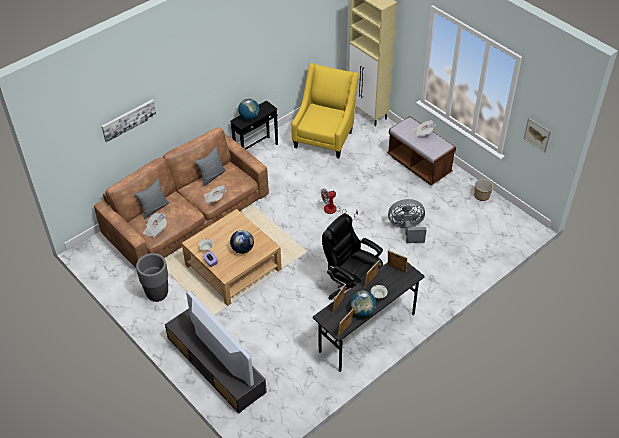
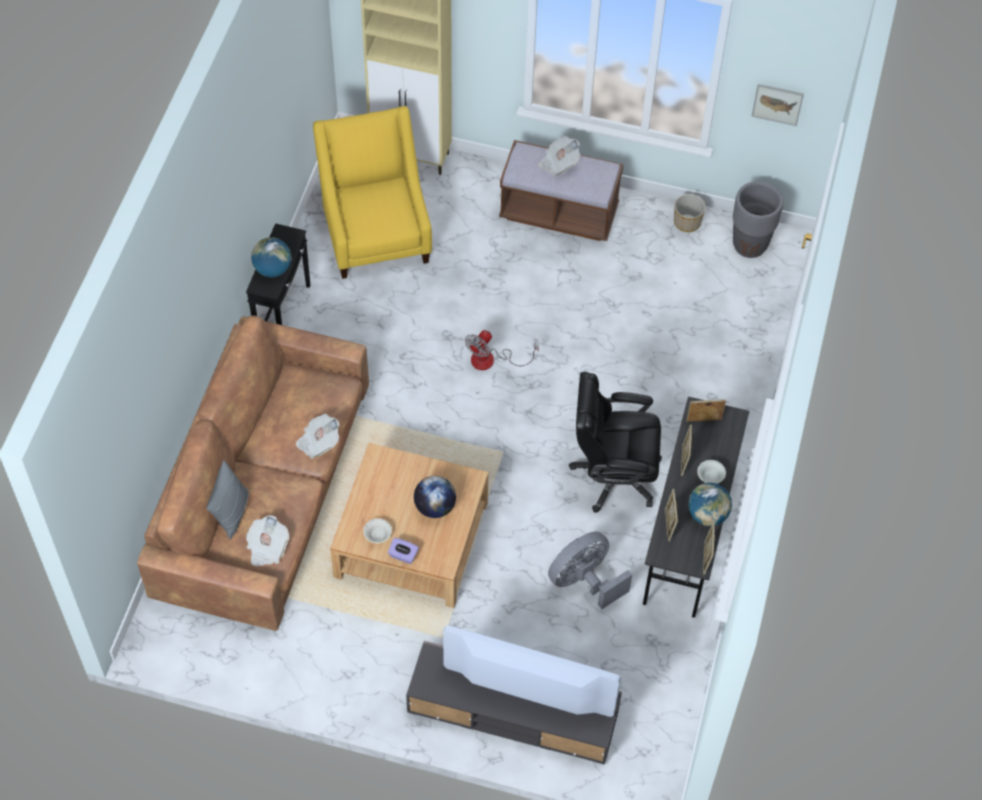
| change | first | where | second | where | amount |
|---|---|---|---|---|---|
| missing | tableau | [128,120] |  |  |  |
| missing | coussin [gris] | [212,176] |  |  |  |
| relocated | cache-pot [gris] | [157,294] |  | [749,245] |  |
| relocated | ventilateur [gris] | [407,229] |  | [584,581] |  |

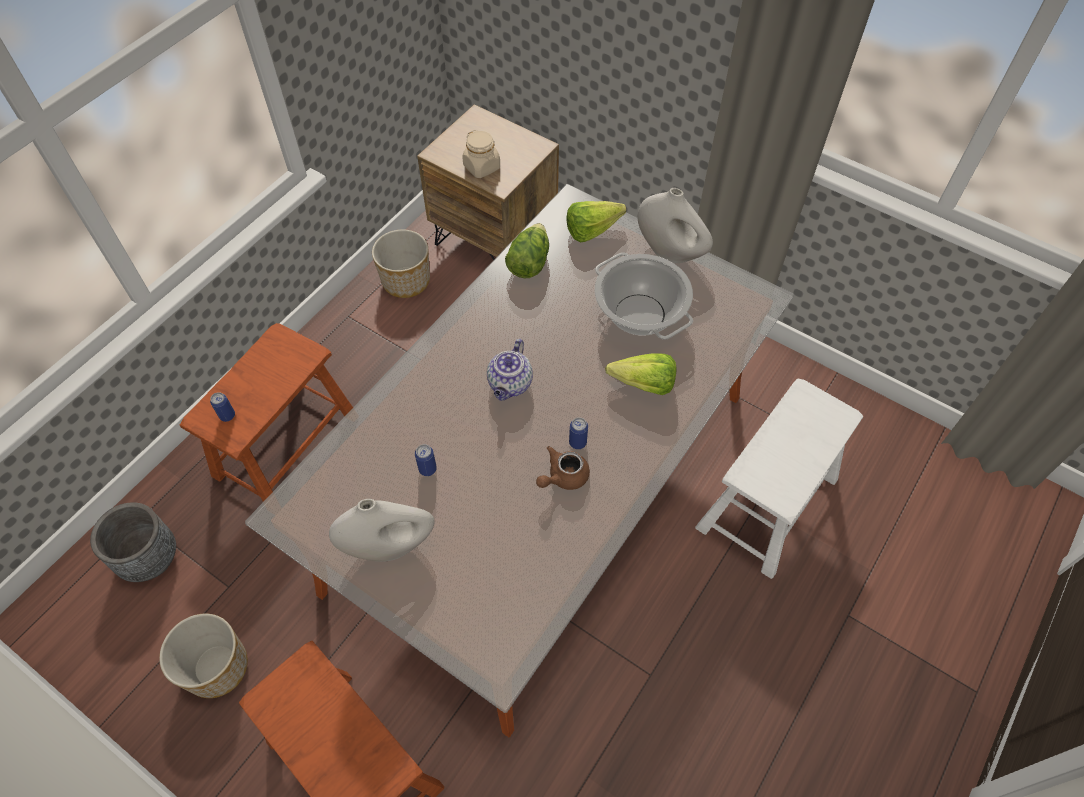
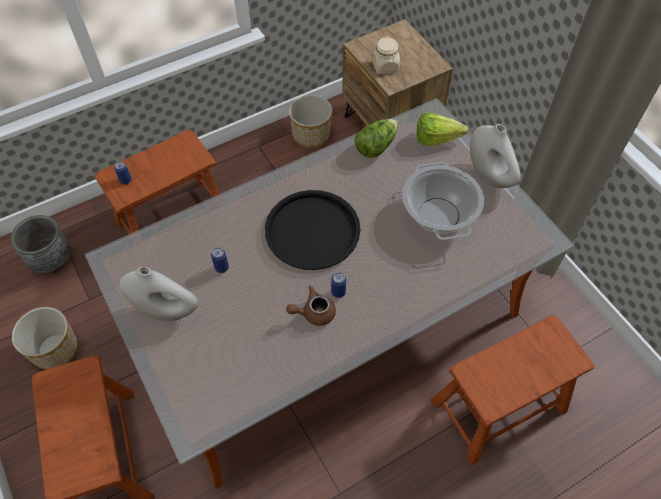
| change | first | where | second | where | amount |
|---|---|---|---|---|---|
| missing | laitue | [638,383] |  |  |  |
| exchanged | théière | [510,384] | plateau [noir] | [312,230] |  |
| colour | tabouret [blanc] | [767,503] | tabouret [marron] | [499,405] |  |

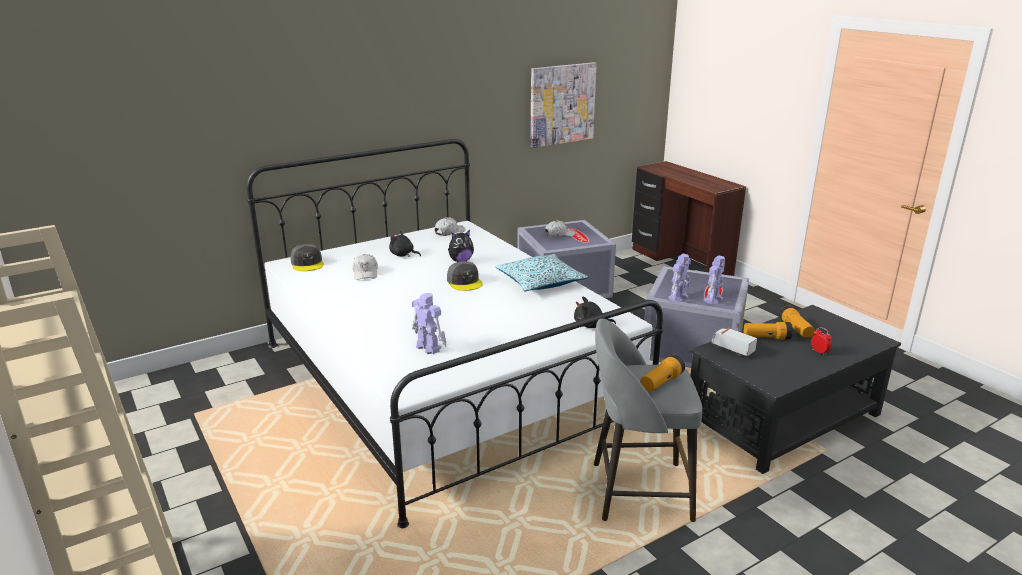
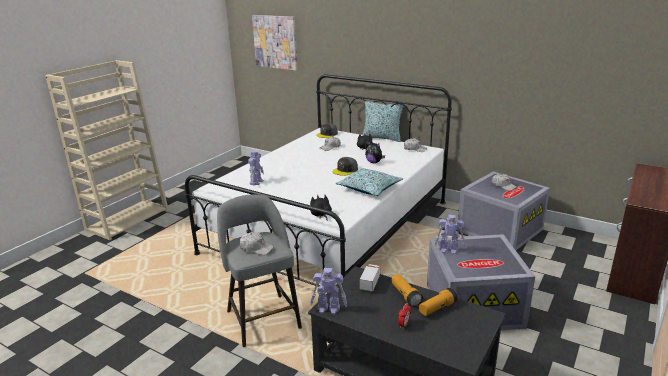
| change | first | where | second | where | amount |
|---|---|---|---|---|---|
| appeared |  |  | coussin | [382,138] |  |
| relocated | tableau | [562,104] |  | [275,42] |  |
| relocated | robot jouet | [713,299] |  | [329,309] |  |
| exchanged | lampe de poche | [661,382] | casquette [blanc] | [256,248] |  |

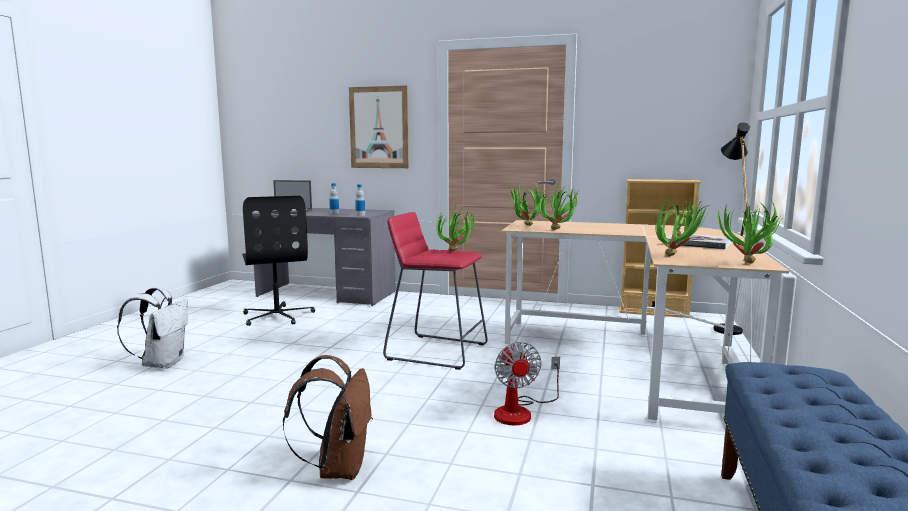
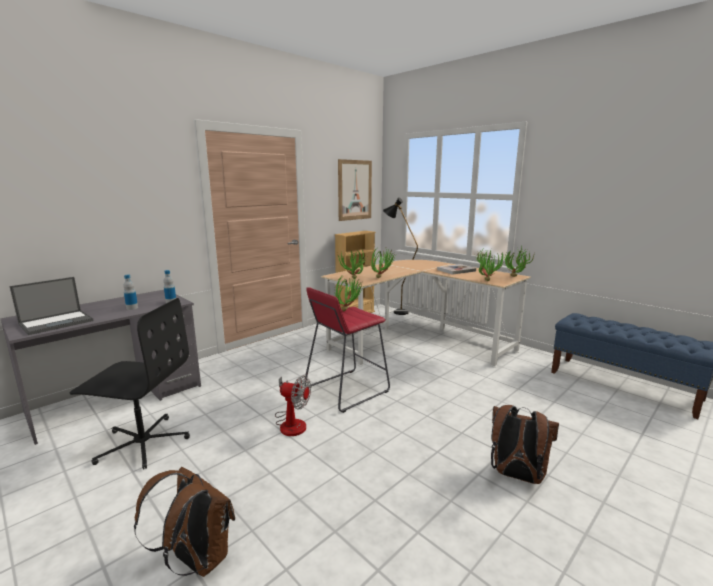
| change | first | where | second | where | amount |
|---|---|---|---|---|---|
| relocated | tableau | [379,127] |  | [354,190] |  |
| relocated | ventilateur | [520,411] |  | [291,422] |  |
| colour | sac à dos [blanc] | [162,363] | sac à dos [marron] | [196,560] |  |

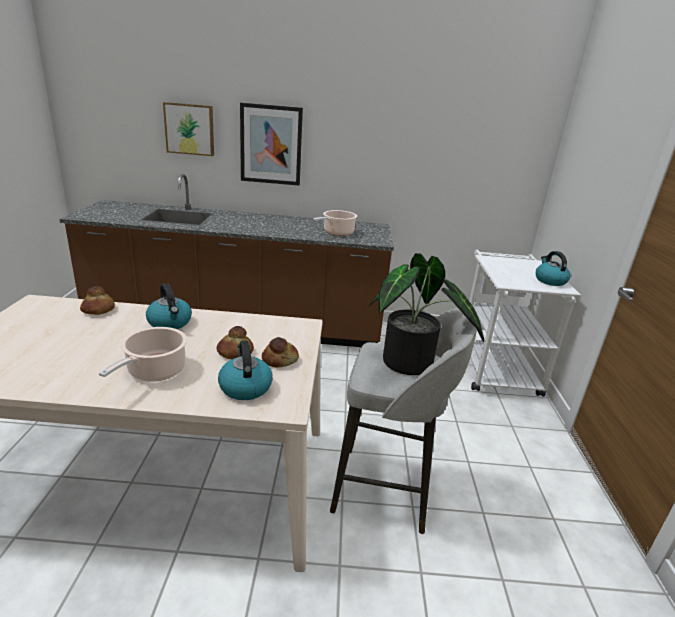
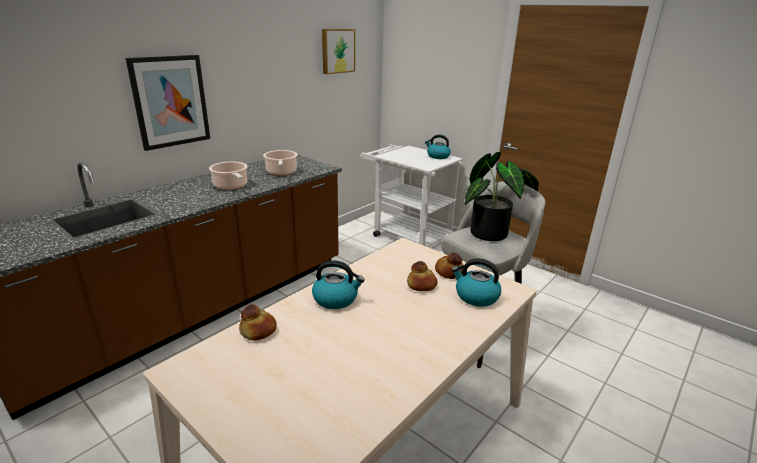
| change | first | where | second | where | amount |
|---|---|---|---|---|---|
| relocated | marmite | [154,371] |  | [231,186] |  |
| relocated | tableau | [190,129] |  | [337,51] |  |

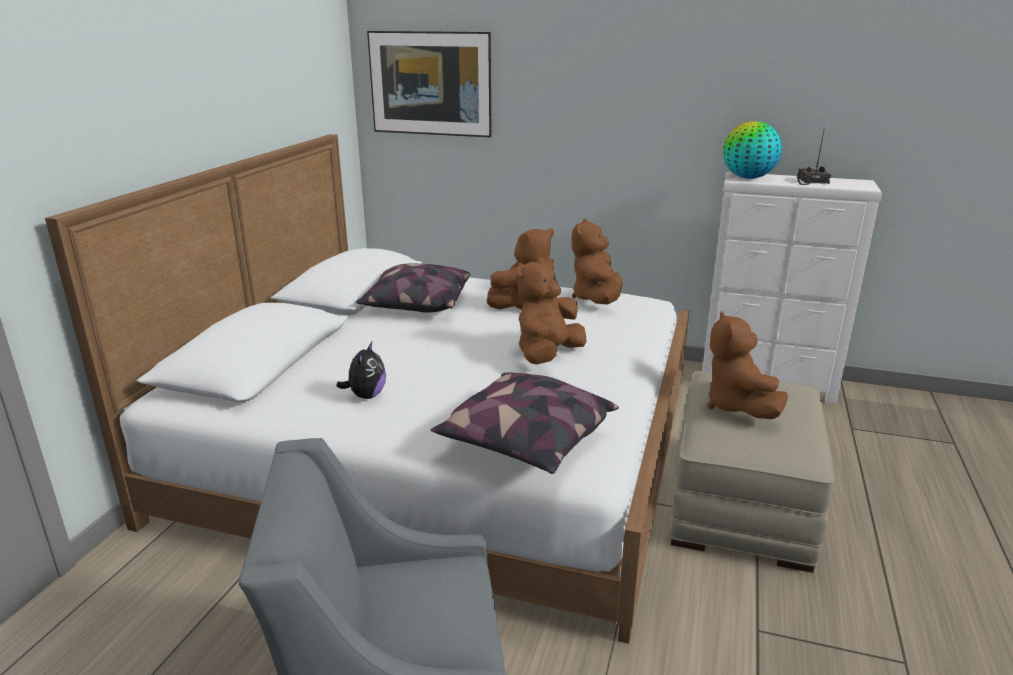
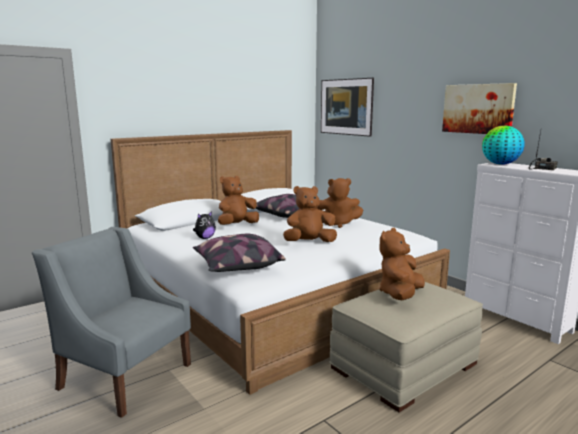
| change | first | where | second | where | amount |
|---|---|---|---|---|---|
| appeared |  |  | tableau | [478,109] |  |
| relocated | peluche [marron] | [597,299] |  | [237,225] |  |

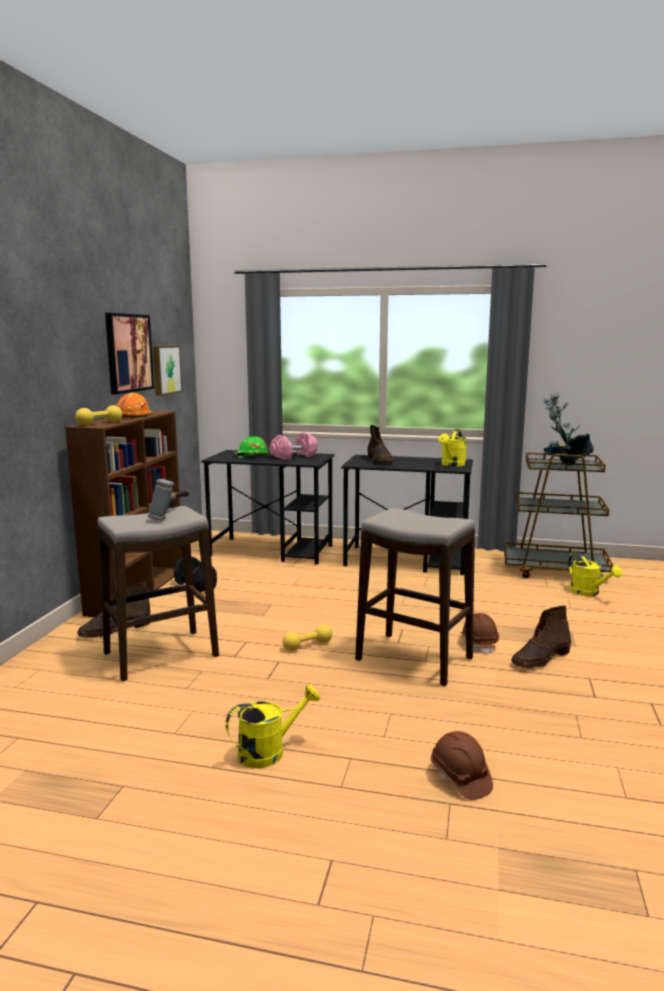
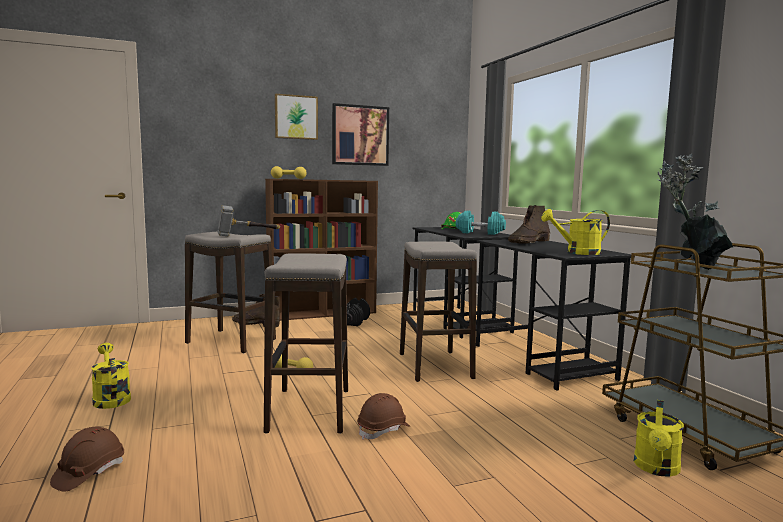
| change | first | where | second | where | amount |
|---|---|---|---|---|---|
| missing | casque de chantier [orange] | [133,416] |  |  |  |
| missing | botte [marron] | [540,658] |  |  |  |
| appeared |  |  | tabouret | [434,366] |  |
| relocated | tableau | [165,369] |  | [296,117] |  |
| colour | haltère [rose] | [293,456] | haltère [turquoise] | [479,233] |  |
| spun | arrosoir [jaune] | [269,751] |  | [110,398] | 150 degrees counterclockwise |

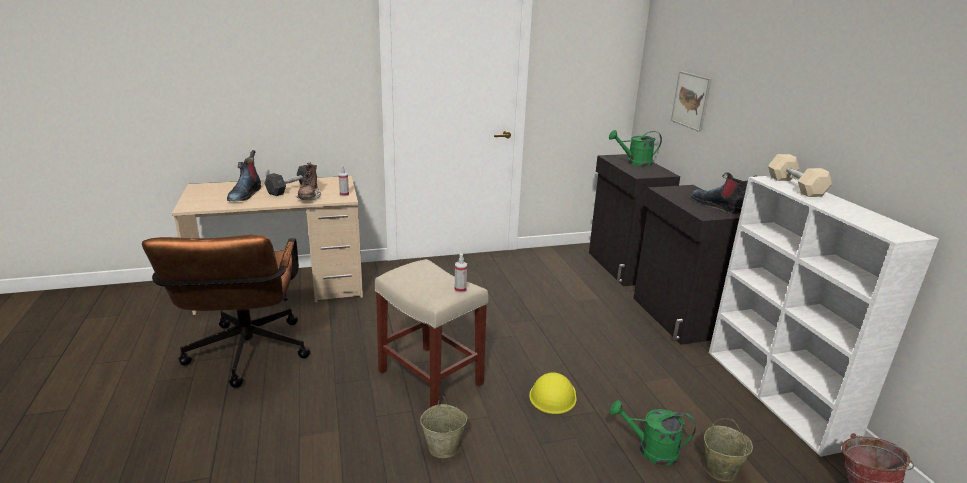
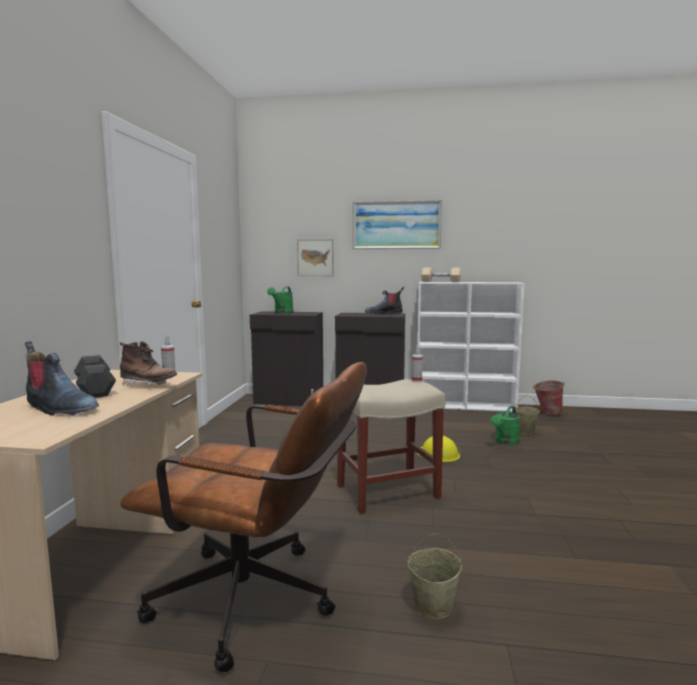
| change | first | where | second | where | amount |
|---|---|---|---|---|---|
| appeared |  |  | tableau | [396,225] |  |
| relocated | seau [beige] | [444,447] |  | [433,605] |  |

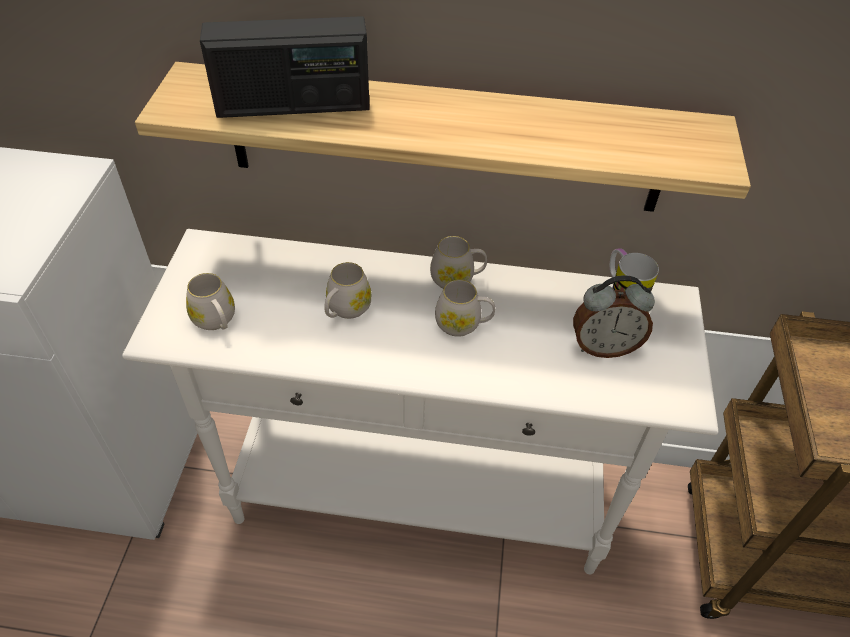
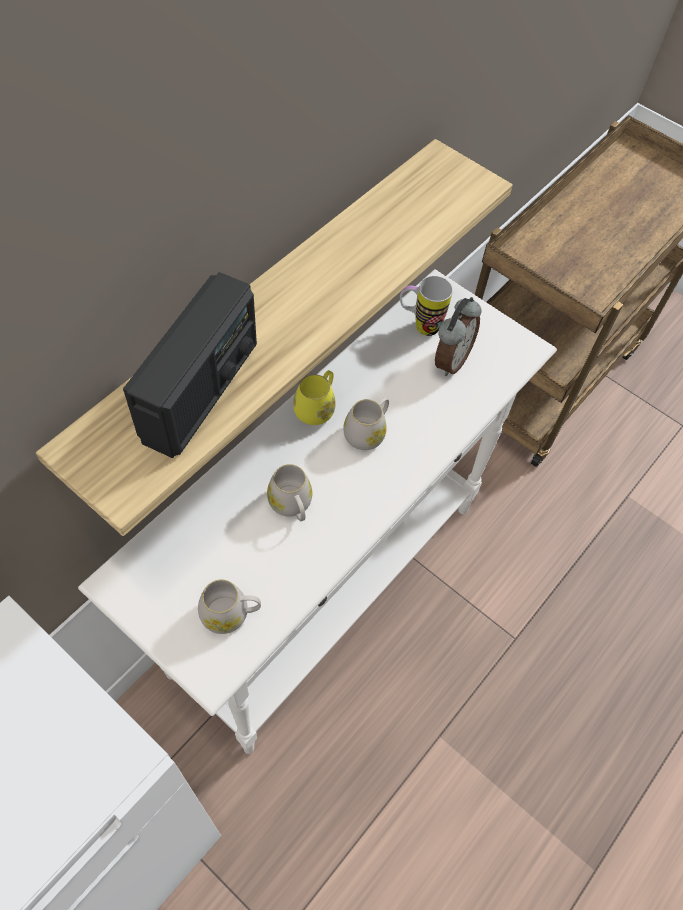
| change | first | where | second | where | amount |
|---|---|---|---|---|---|
| colour | mug [blanc] | [457,279] | mug [jaune] | [317,407] |  |

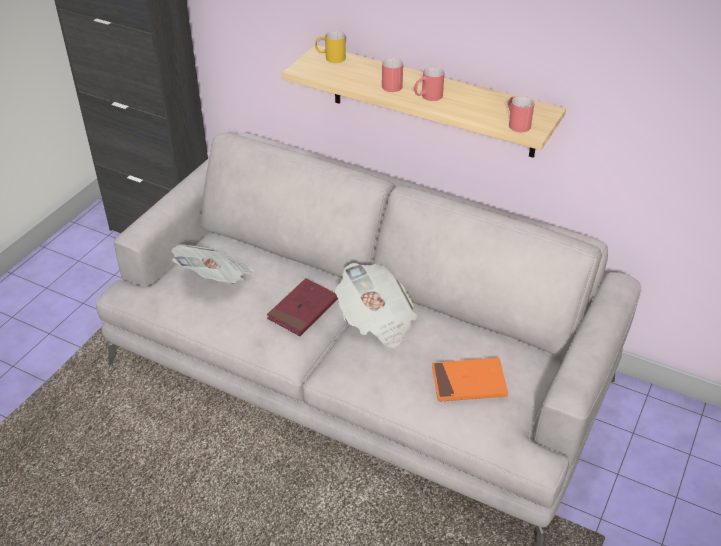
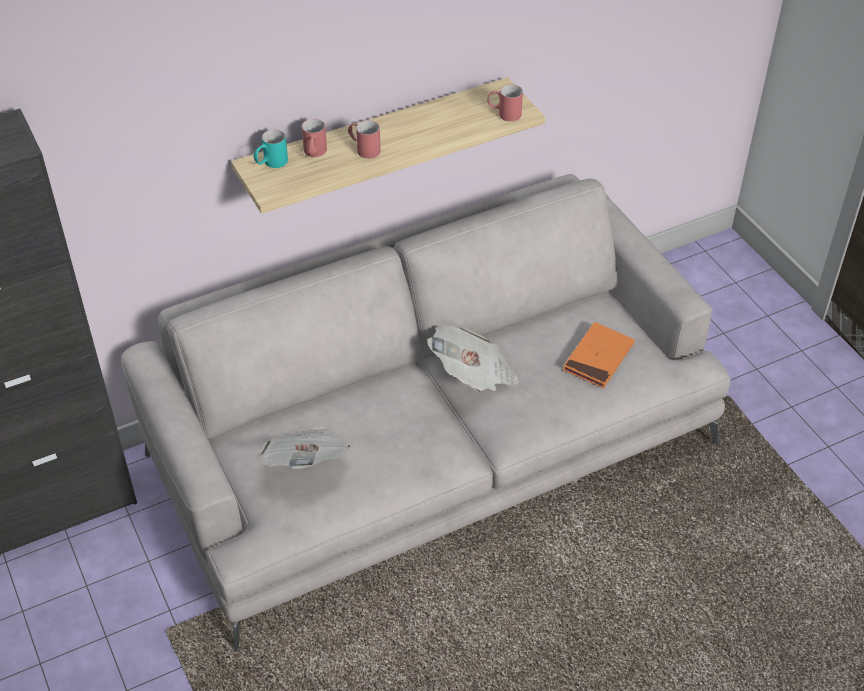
| change | first | where | second | where | amount |
|---|---|---|---|---|---|
| missing | livre [rouge] | [303,309] |  |  |  |
| relocated | mug [rouge] | [427,97] |  | [314,154] |  |
| colour | mug [jaune] | [330,58] | mug [turquoise] | [271,163] |  |

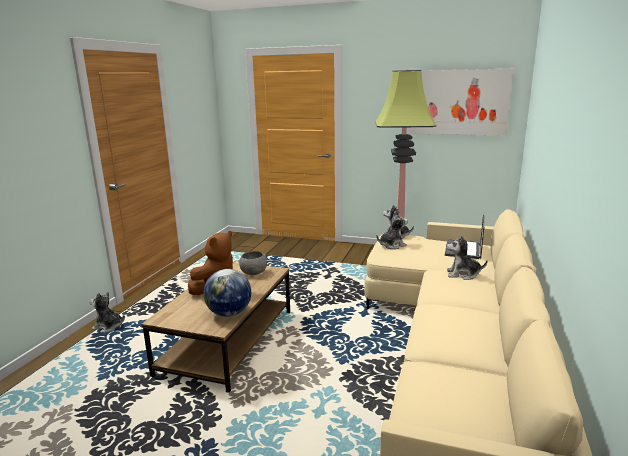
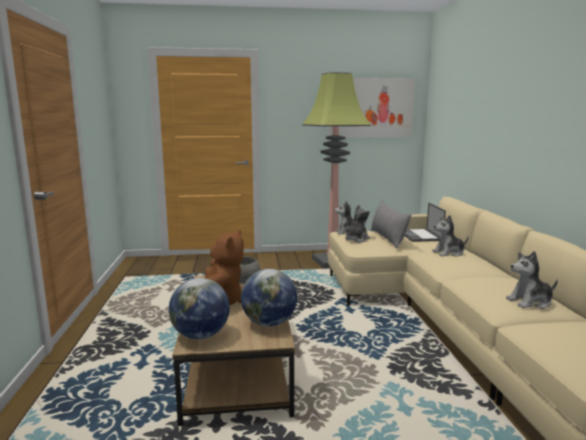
| change | first | where | second | where | amount |
|---|---|---|---|---|---|
| appeared |  |  | globe | [200,335] |  |
| appeared |  |  | coussin [gris] | [388,238] |  |
| relocated | peluche | [108,327] |  | [530,302] |  |

